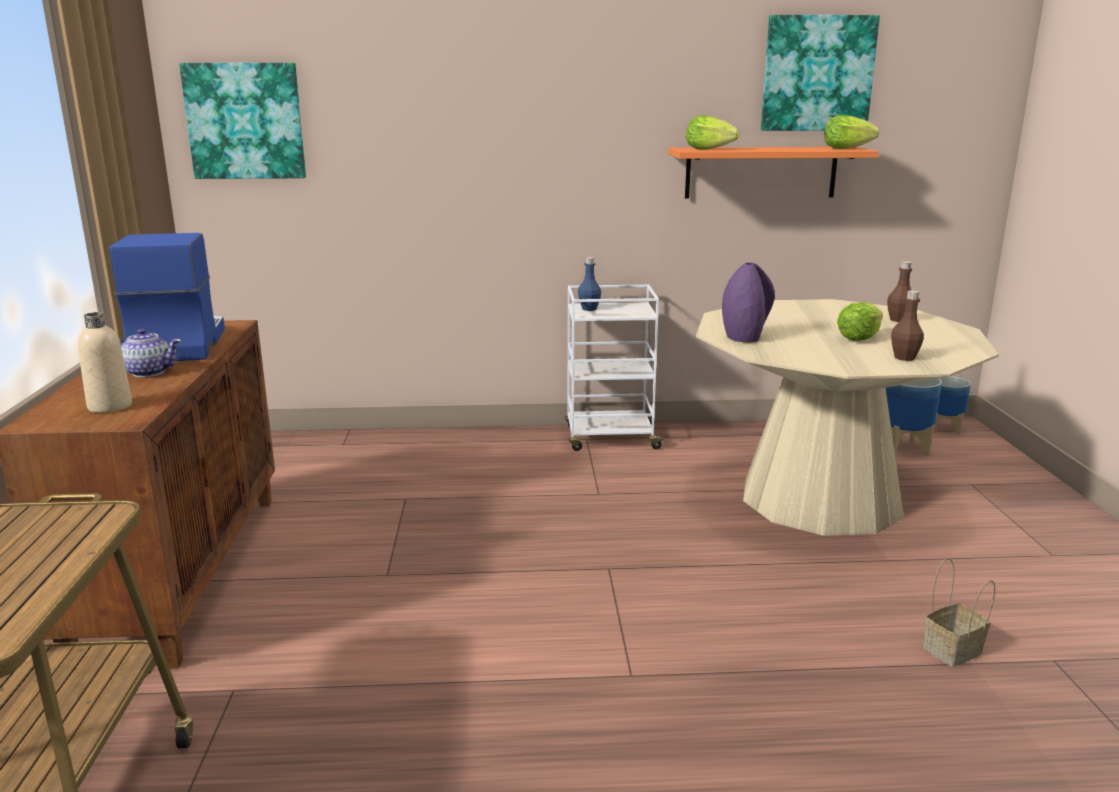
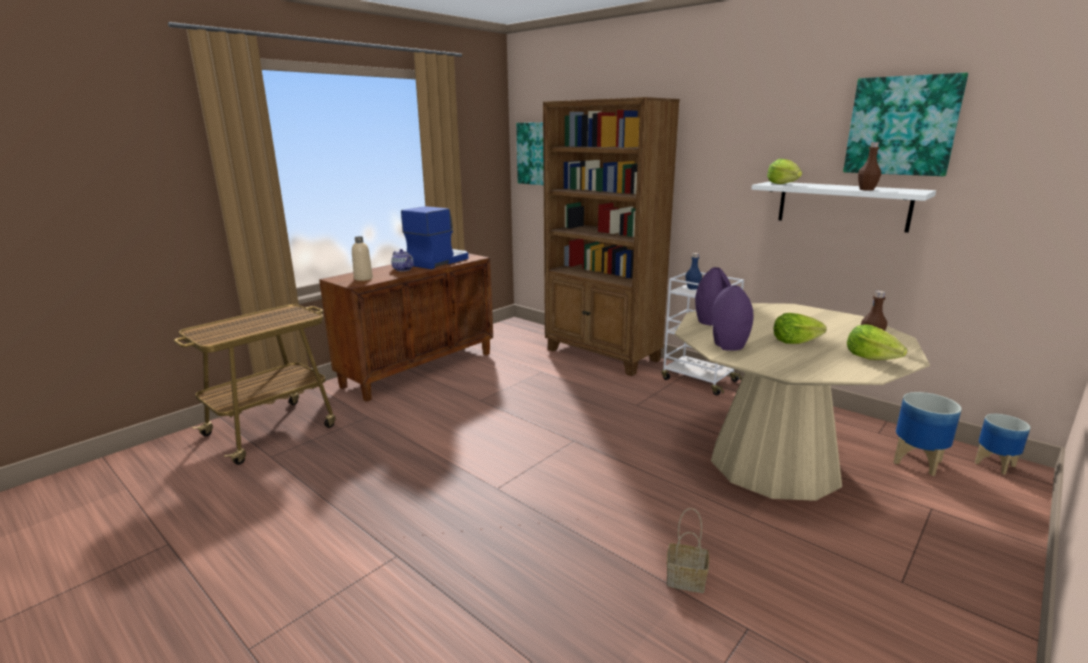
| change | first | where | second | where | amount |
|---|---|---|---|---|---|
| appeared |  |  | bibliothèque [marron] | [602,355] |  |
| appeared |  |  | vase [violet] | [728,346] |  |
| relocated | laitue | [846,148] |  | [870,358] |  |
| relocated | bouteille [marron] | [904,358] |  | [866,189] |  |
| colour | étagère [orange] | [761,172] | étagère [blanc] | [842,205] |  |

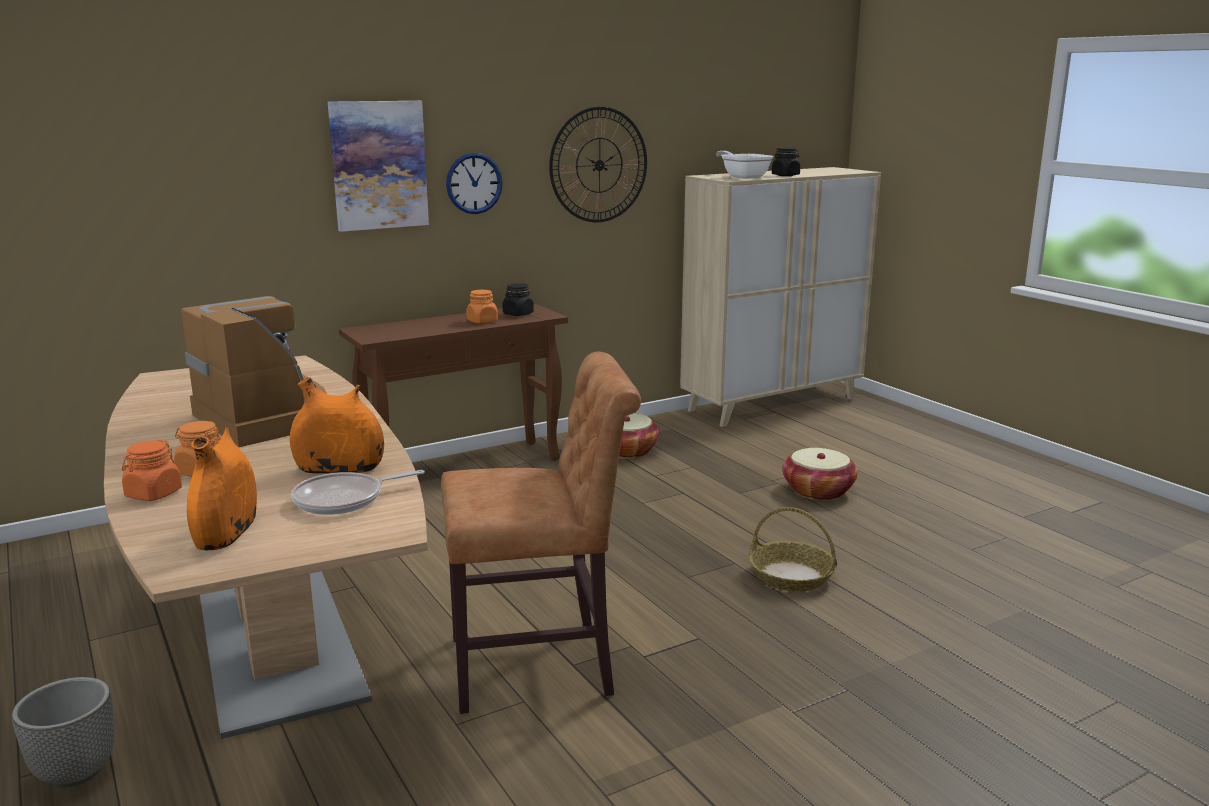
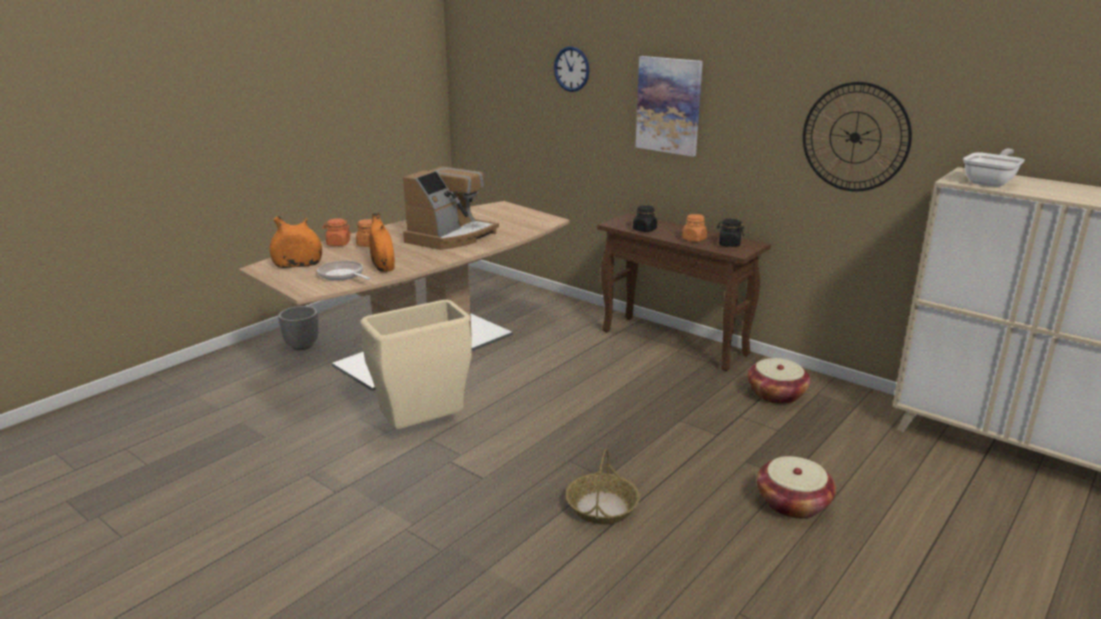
| change | first | where | second | where | amount |
|---|---|---|---|---|---|
| relocated | horloge murale | [474,183] |  | [571,69] |  |
| relocated | bocal [noir] | [785,175] |  | [644,230] |  |
| exchanged | chaise [marron] | [541,666] | poubelle [beige] | [424,429] |  |

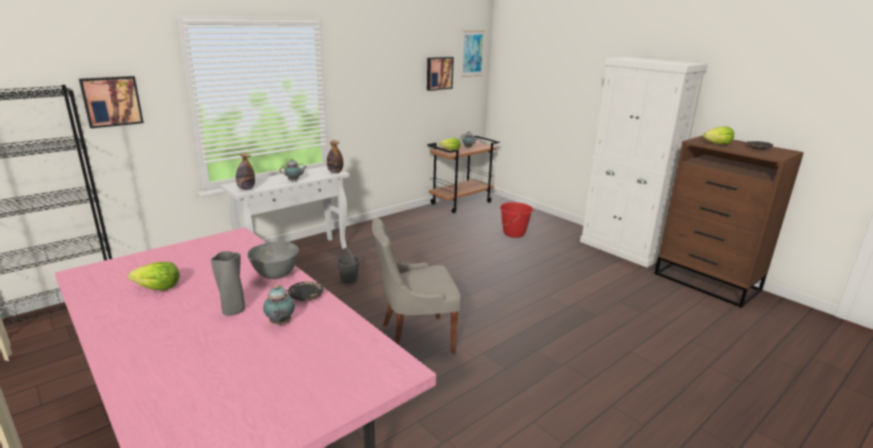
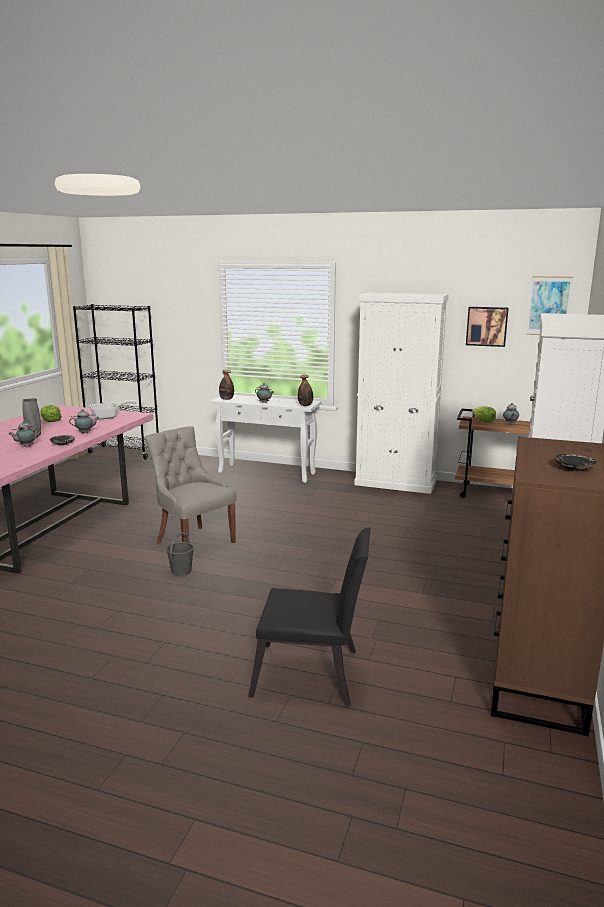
| change | first | where | second | where | amount |
|---|---|---|---|---|---|
| missing | tableau | [111,101] |  |  |  |
| missing | seau [rouge] | [514,233] |  |  |  |
| missing | laitue | [717,144] |  |  |  |
| appeared |  |  | poêle | [108,417] |  |
| appeared |  |  | chaise [noir] | [313,675] |  |
| appeared |  |  | meuble de rangement [blanc] | [395,483] |  |
| relocated | seau [gris] | [349,280] |  | [181,571] |  |
| exchanged | bol [gris] | [276,275] | théière | [86,433] |  |

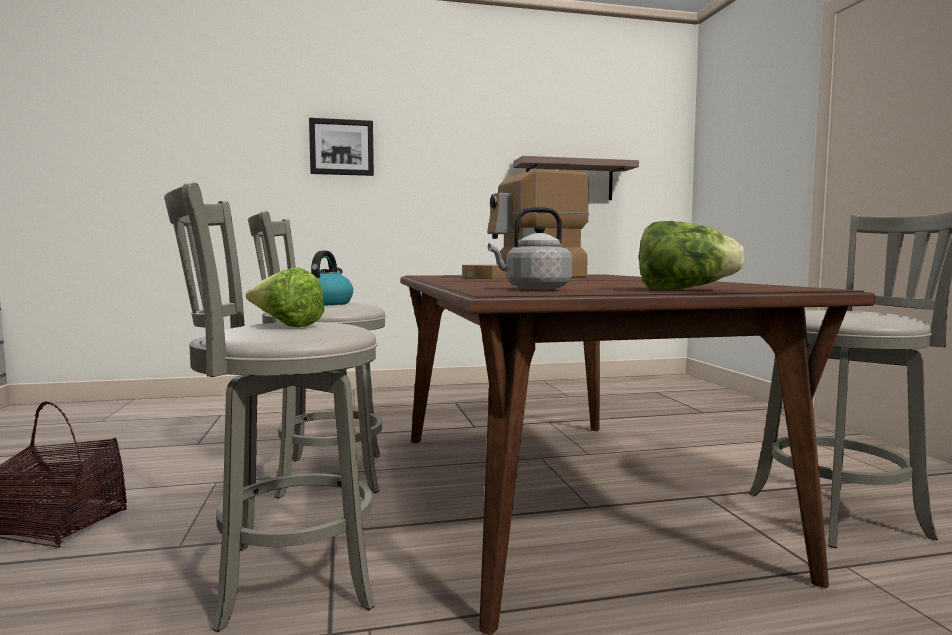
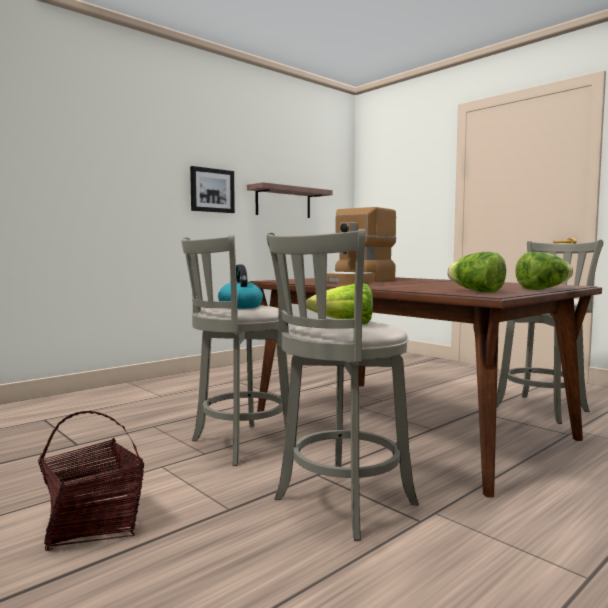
| change | first | where | second | where | amount |
|---|---|---|---|---|---|
| relocated | tableau | [341,147] |  | [212,190] |  |
| exchanged | bouilloire [gris] | [534,289] | laitue | [476,291] |  |

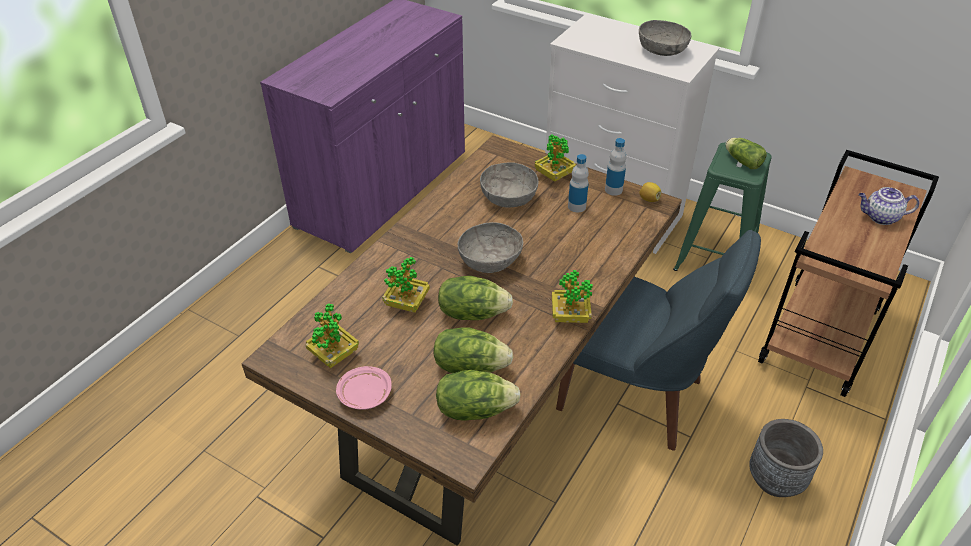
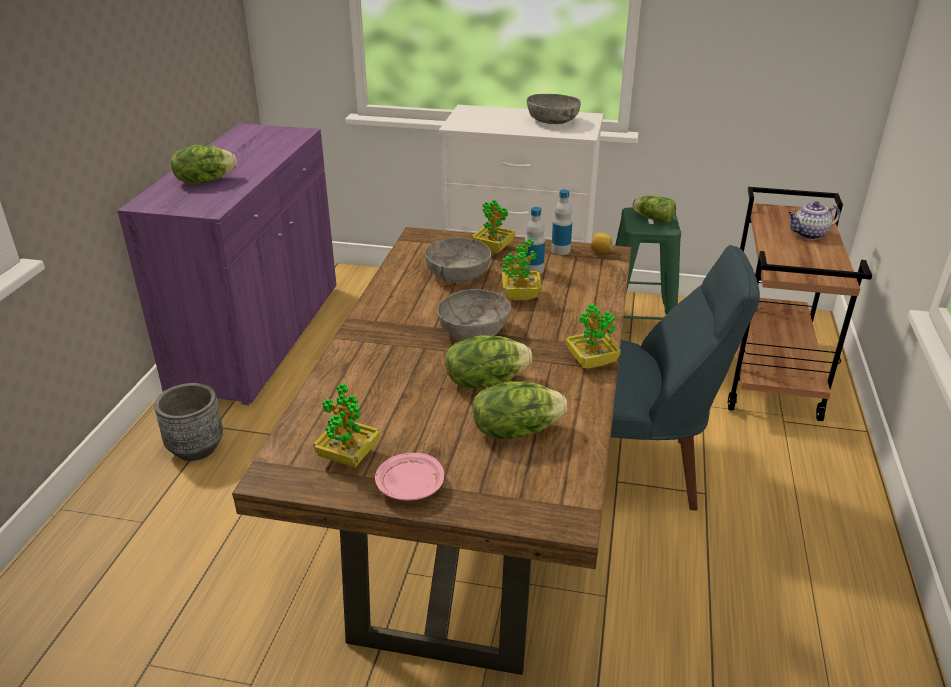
| change | first | where | second | where | amount |
|---|---|---|---|---|---|
| relocated | plante en pot | [407,304] |  | [520,296] |  |
| relocated | laitue | [475,409] |  | [204,180] |  |
| relocated | cache-pot [gris] | [775,480] |  | [196,448] |  |

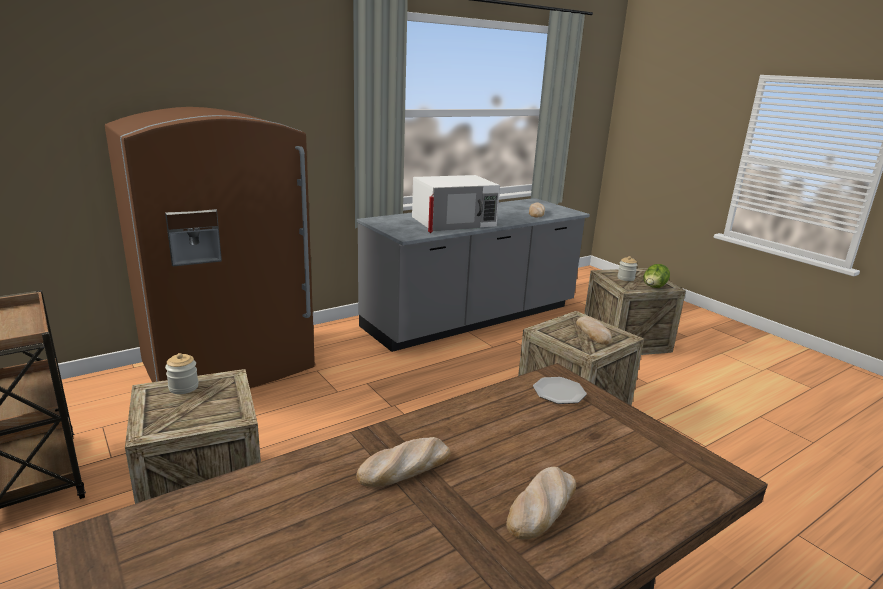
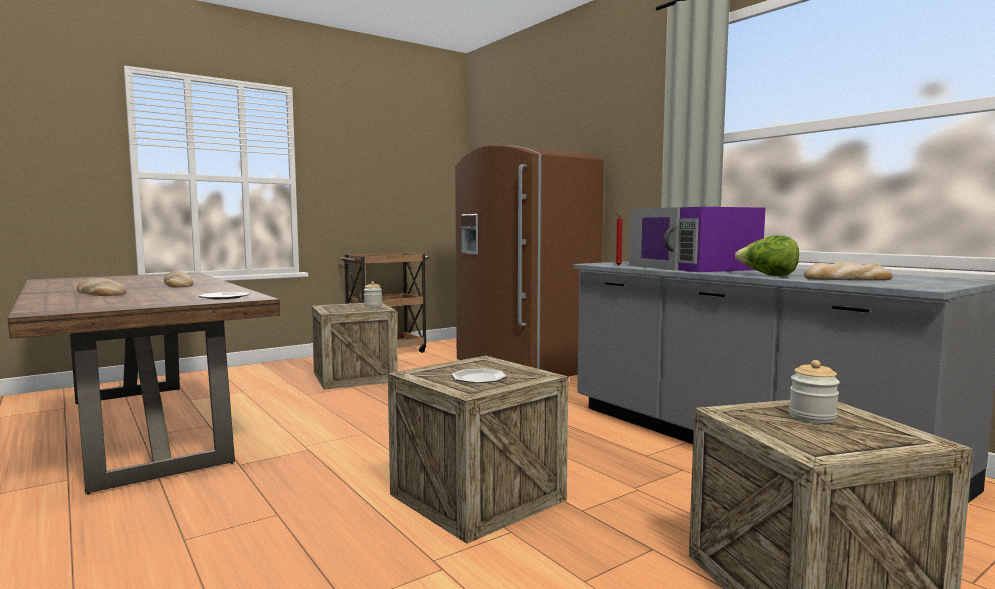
| change | first | where | second | where | amount |
|---|---|---|---|---|---|
| relocated | laitue | [653,288] |  | [767,275] |  |
| exchanged | pain | [594,333] | assiette | [479,378] |  |
| colour | micro-ondes [blanc] | [454,221] | micro-ondes [violet] | [693,267] |  |

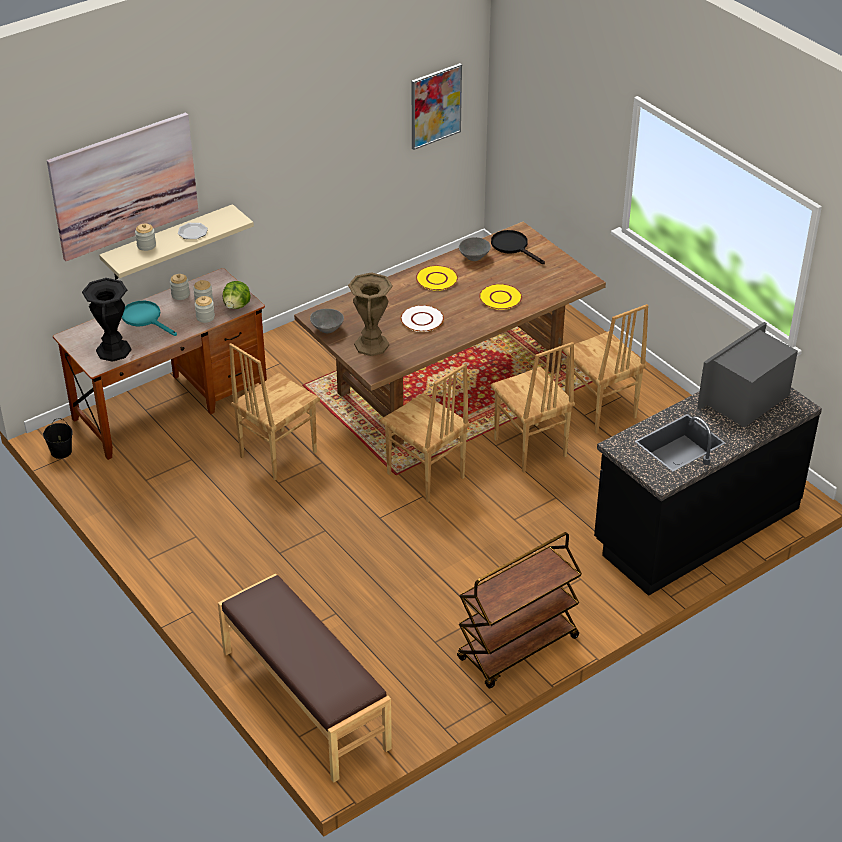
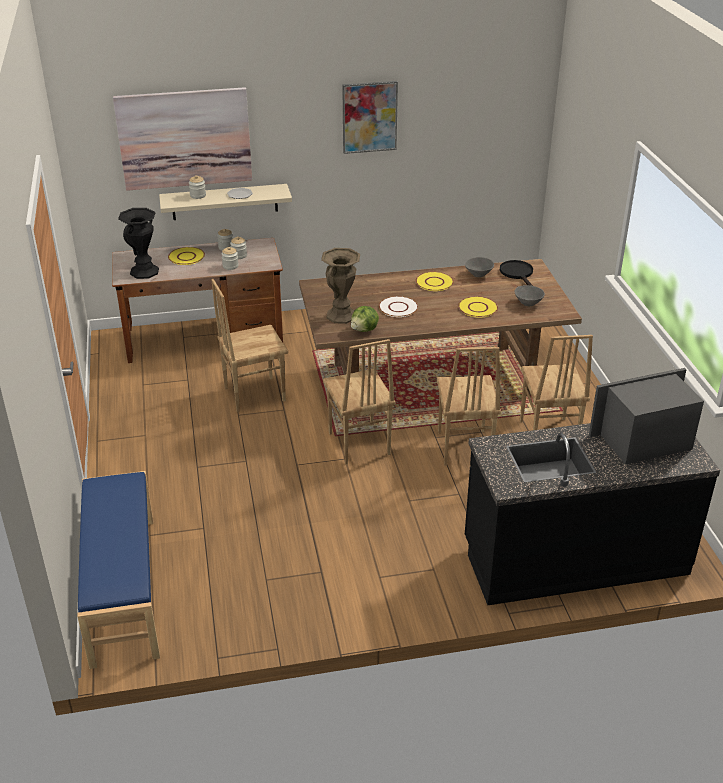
| change | first | where | second | where | amount |
|---|---|---|---|---|---|
| missing | seau [noir] | [61,452] |  |  |  |
| missing | chariot [marron] | [518,649] |  |  |  |
| relocated | laitue | [237,306] |  | [364,330] |  |
| relocated | bol [gris] | [327,329] |  | [528,303] |  |
| relocated | tableau | [435,106] |  | [369,117] |  |
| exchanged | poêle [turquoise] | [145,318] | assiette [jaune] | [186,257] |  |
| colour | banc [marron] | [304,700] | banc [bleu] | [122,589] |  |

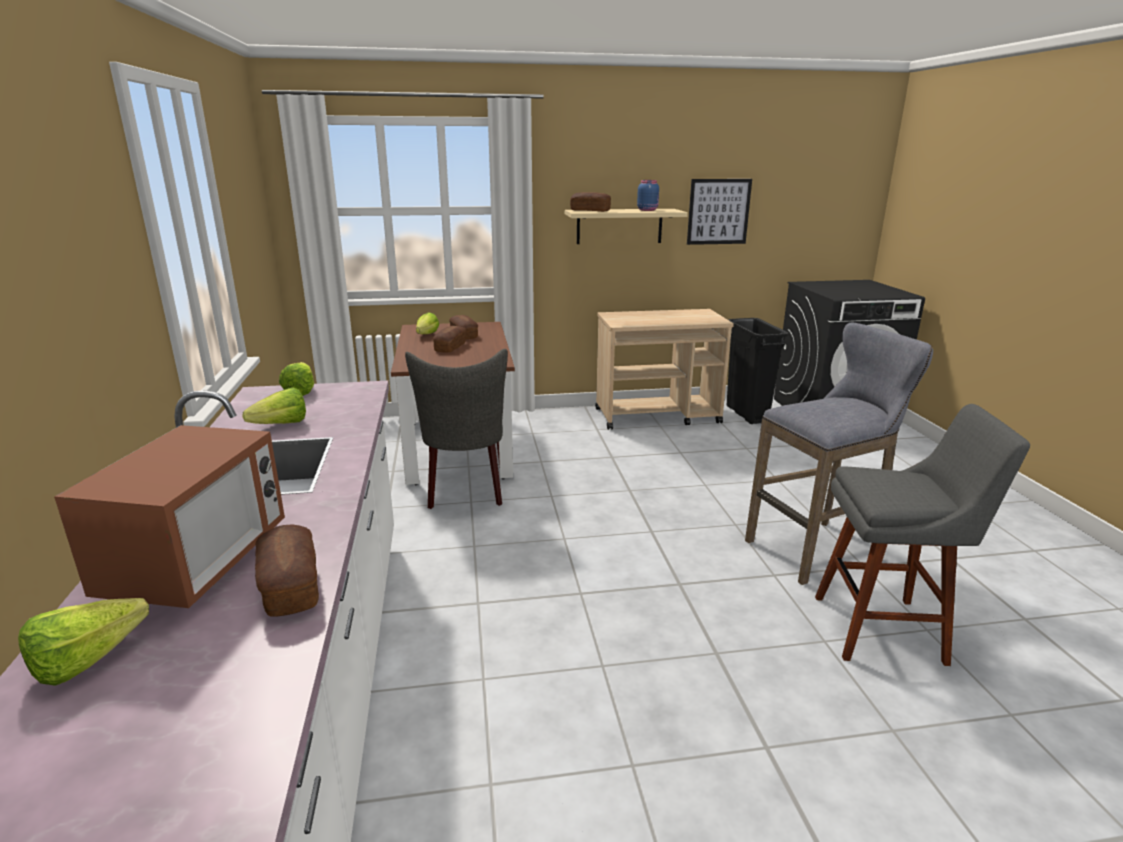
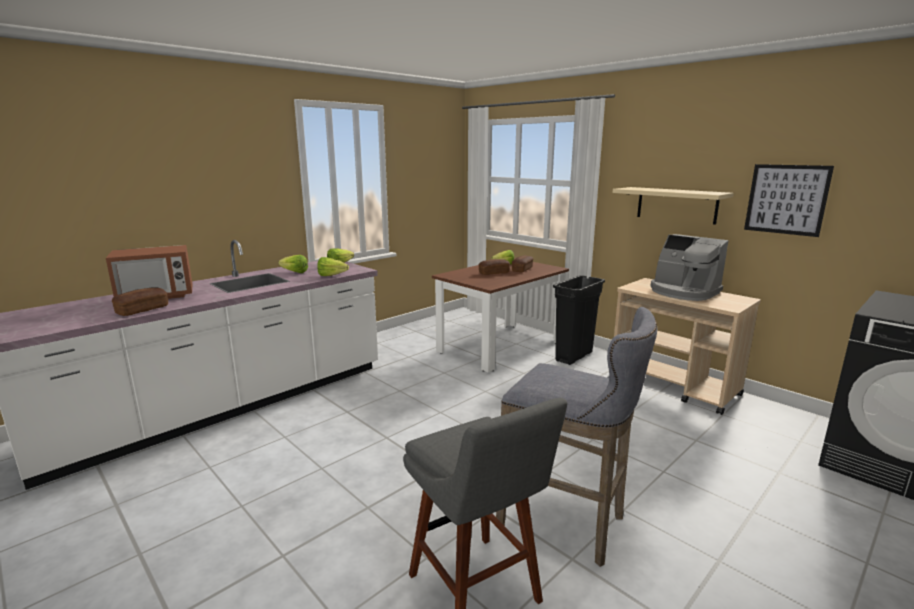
| change | first | where | second | where | amount |
|---|---|---|---|---|---|
| missing | chaise [gris] | [466,489] |  |  |  |
| missing | pain | [590,211] |  |  |  |
| missing | bocal [bleu] | [647,210] |  |  |  |
| appeared |  |  | machine à café | [683,292] |  |
| relocated | laitue | [98,657] |  | [334,276] |  |
| relocated | poubelle [noir] | [746,414] |  | [574,356] |  |

